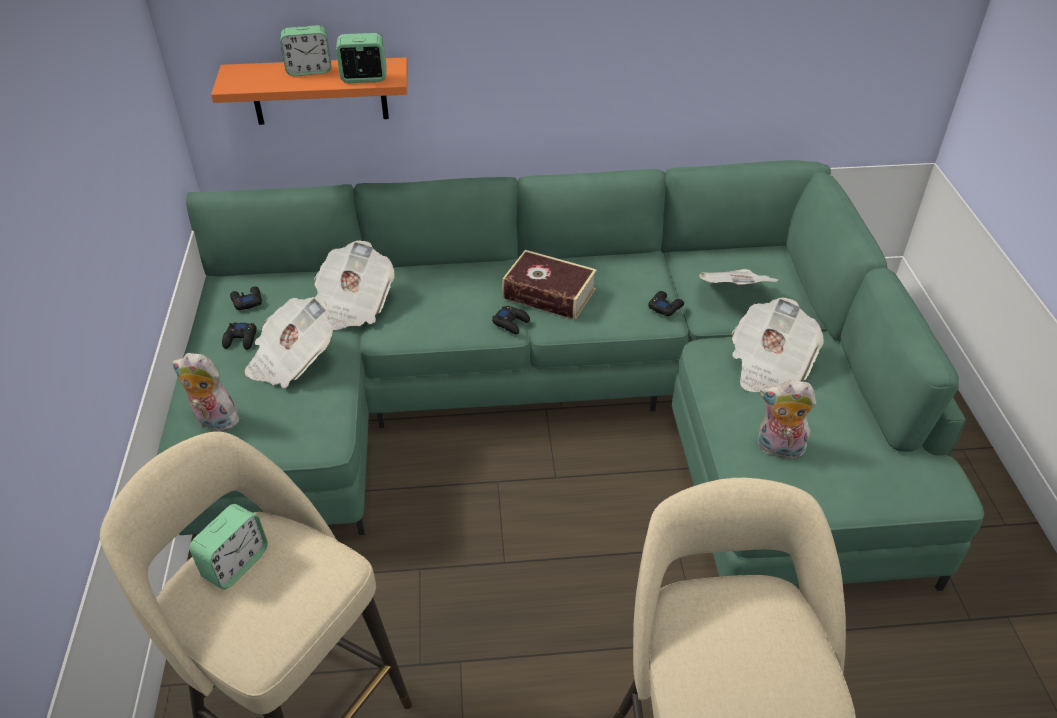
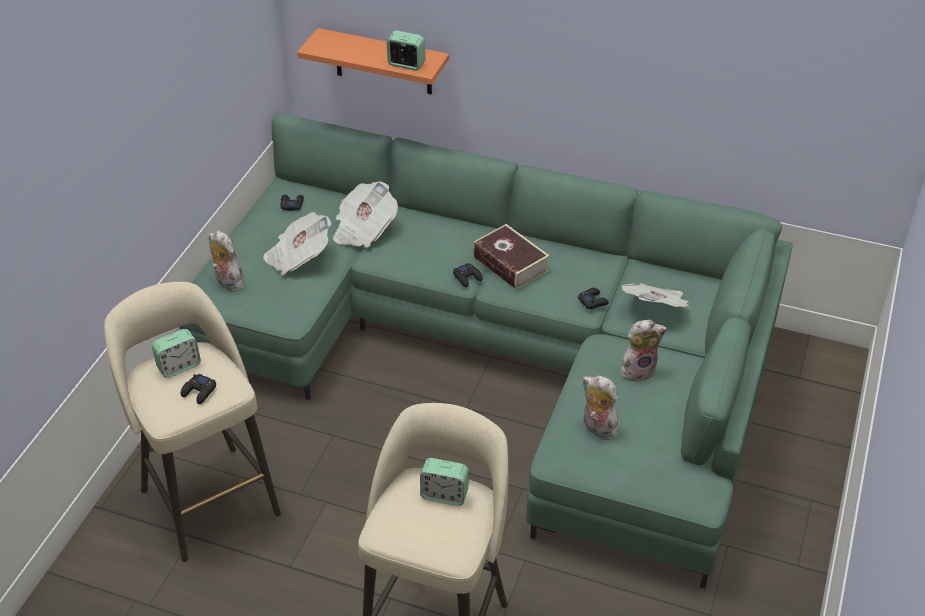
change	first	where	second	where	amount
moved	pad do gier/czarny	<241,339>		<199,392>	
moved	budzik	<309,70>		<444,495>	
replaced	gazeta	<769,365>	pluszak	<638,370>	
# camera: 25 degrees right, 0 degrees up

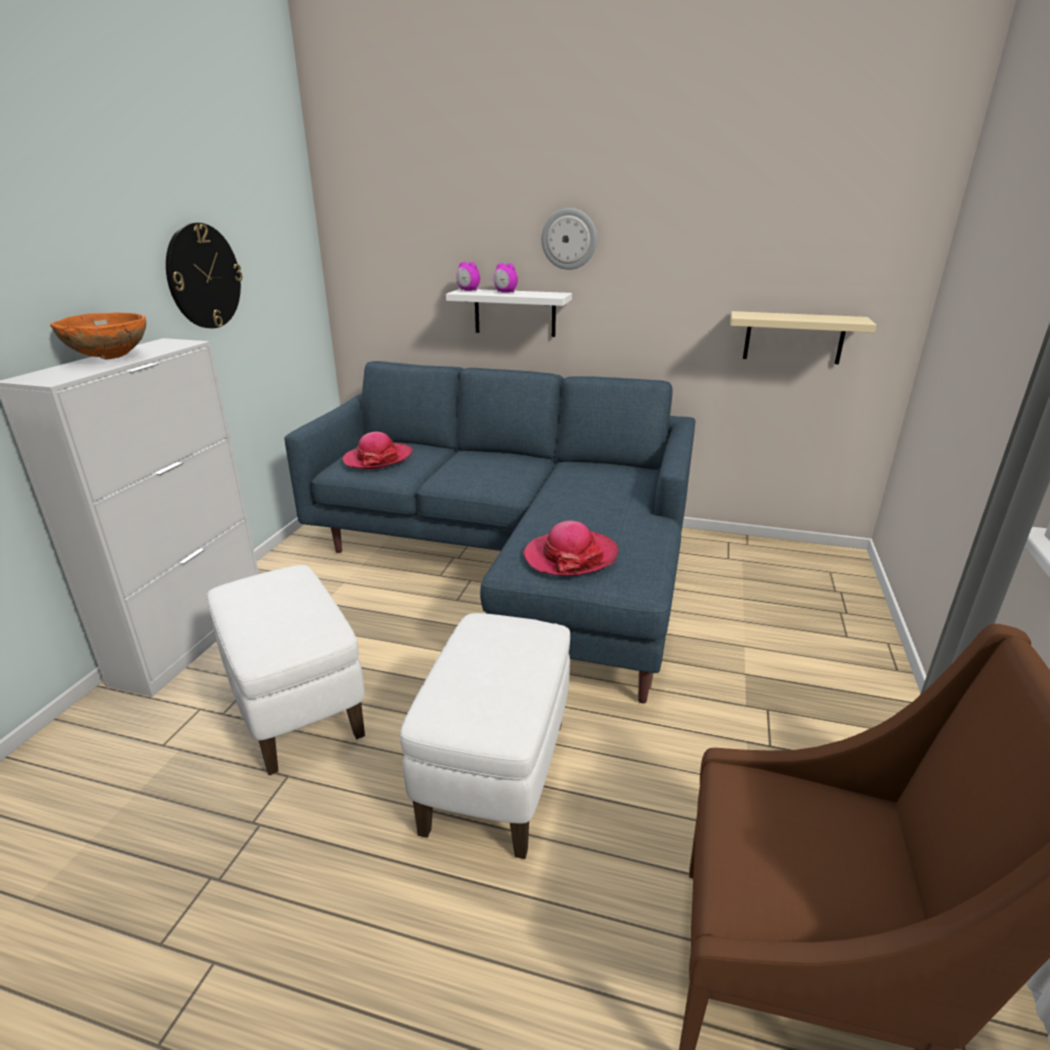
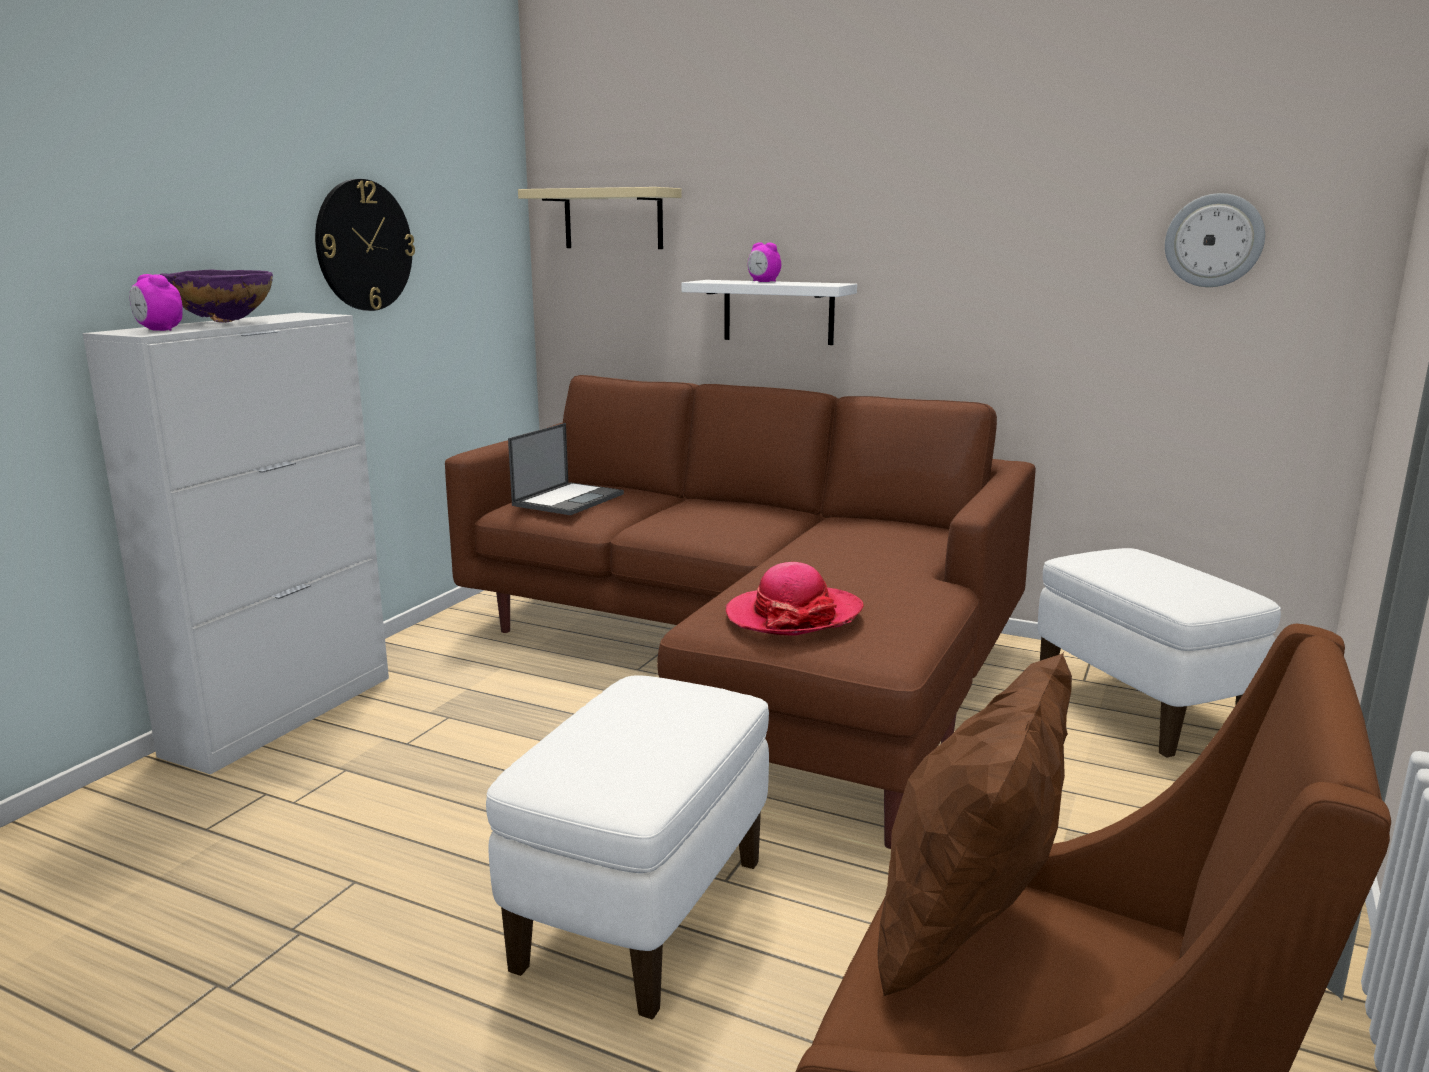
change	first	where	second	where	amount
added			poduszka/brązowy	<966,936>	
moved	pufa/biały	<296,707>		<1137,708>	
moved	budzik	<468,290>		<159,330>	
moved	zegar ścienny	<569,239>		<1214,240>	
moved	półka/beżowy	<794,337>		<613,219>	
replaced	kapelusz	<378,458>	laptop	<569,499>	
recoloured	miska/pomarańczowy	<109,359>	miska/fioletowy	<223,322>	
recoloured	kanapa/niebieski	<514,562>	kanapa/brązowy	<750,661>	
# camera: 10 degrees right, 10 degrees down

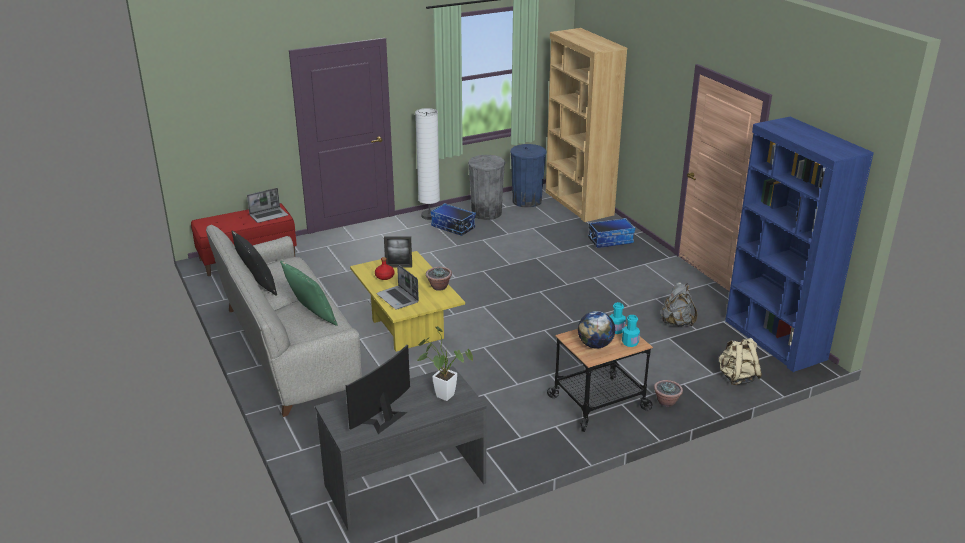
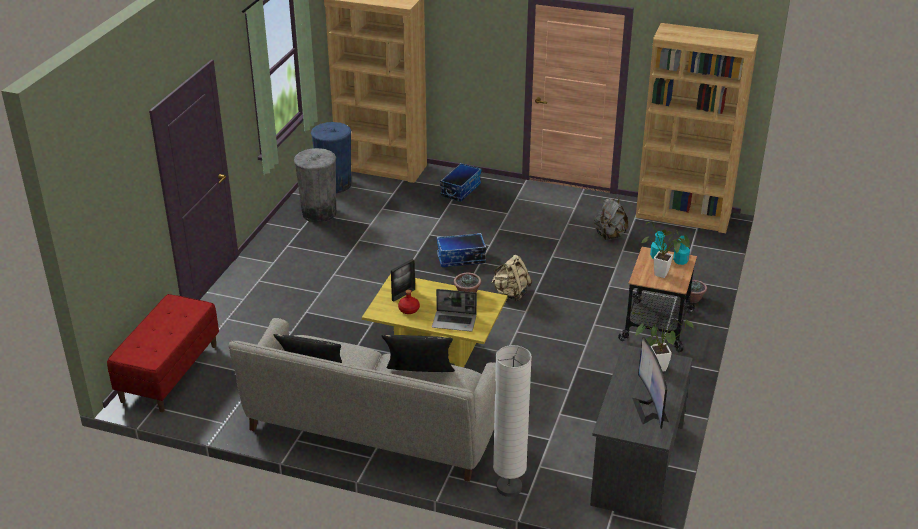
change	first	where	second	where	amount
removed	laptop	<269,215>			
moved	lampa stojąca/biały	<429,216>		<509,487>	
moved	pojemnik do przechowywania	<452,227>		<461,259>	
moved	plecak/beżowy	<737,378>		<511,294>	
replaced	globus	<595,345>	roślina doniczkowa	<664,275>	
recoloured	poduszka/zielony	<311,316>	poduszka/czarny	<419,377>	
recoloured	regał/niebieski	<774,340>	regał/brązowy	<683,215>	
# camera: 45 degrees left, 5 degrees up

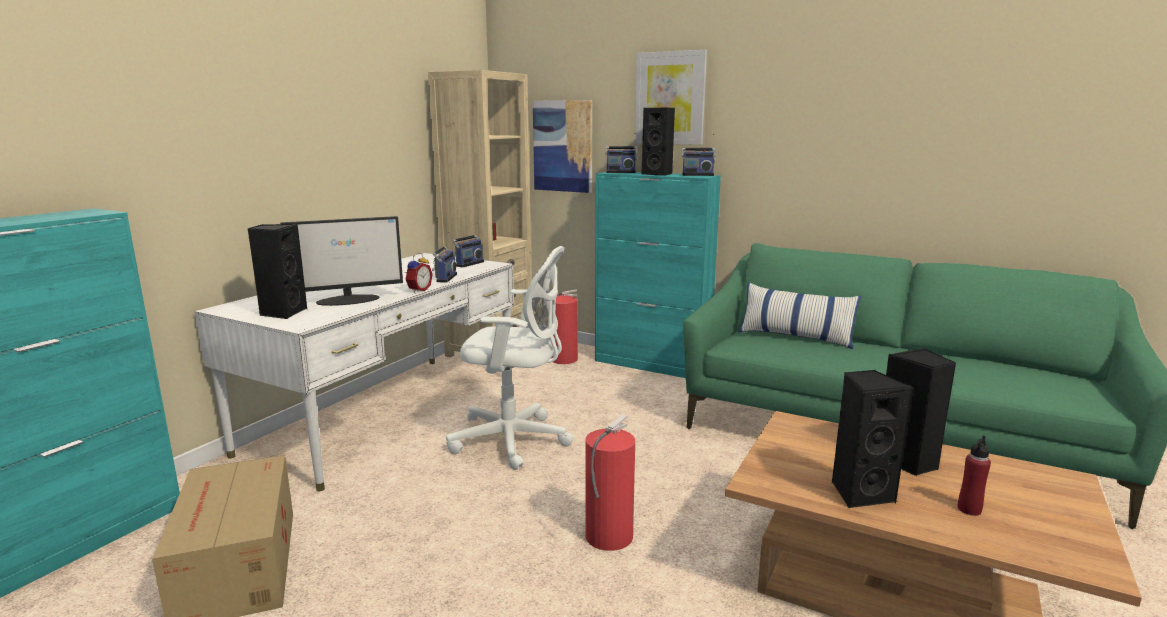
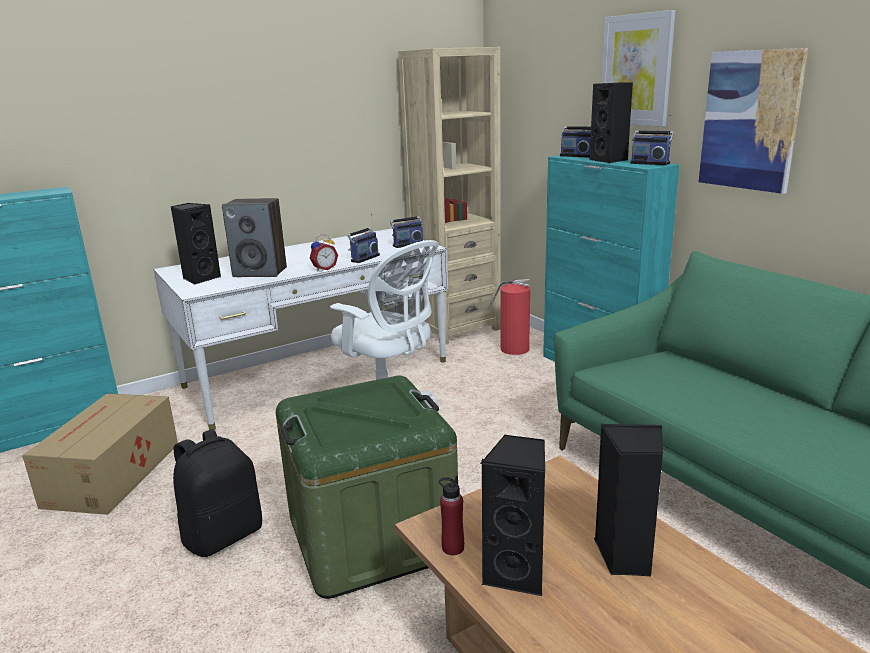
change	first	where	second	where	amount
removed	poduszka	<795,337>			
added			plecak/czarny	<223,535>	
moved	obraz	<563,146>		<750,120>	
moved	butelka/czerwony	<969,509>		<453,548>	
replaced	monitor	<349,300>	głośnik	<260,272>	
replaced	gaśnica	<607,537>	pojemnik do przechowywania/zielony	<371,536>	
# camera: 30 degrees right, 5 degrees up

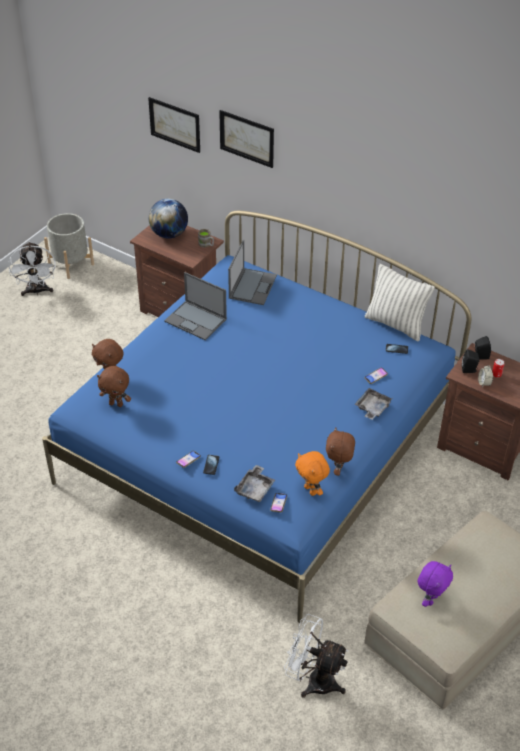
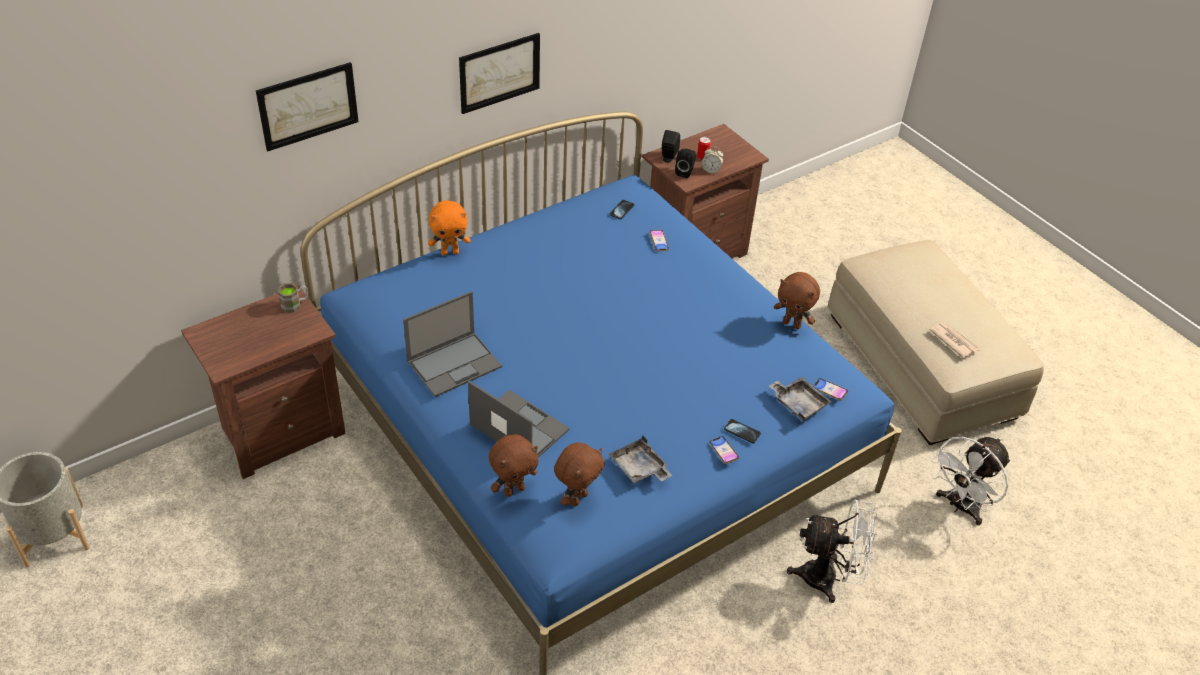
change	first	where	second	where	amount
removed	globus	<169,234>			
removed	poduszka	<395,324>			
moved	wentylator/biały	<37,291>		<828,579>	
moved	obraz	<175,124>		<499,72>	
moved	laptop	<252,286>		<518,427>	
moved	pluszak/pomarańczowy	<311,490>		<450,252>	
moved	taca/szary	<372,408>		<639,468>	
replaced	pluszak/fioletowy	<430,599>	gazeta	<954,341>	
# camera: 70 degrees left, 0 degrees up

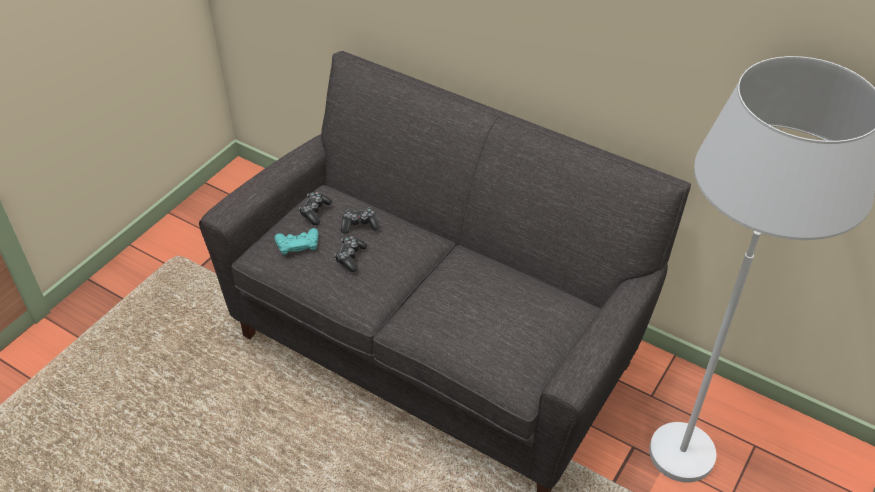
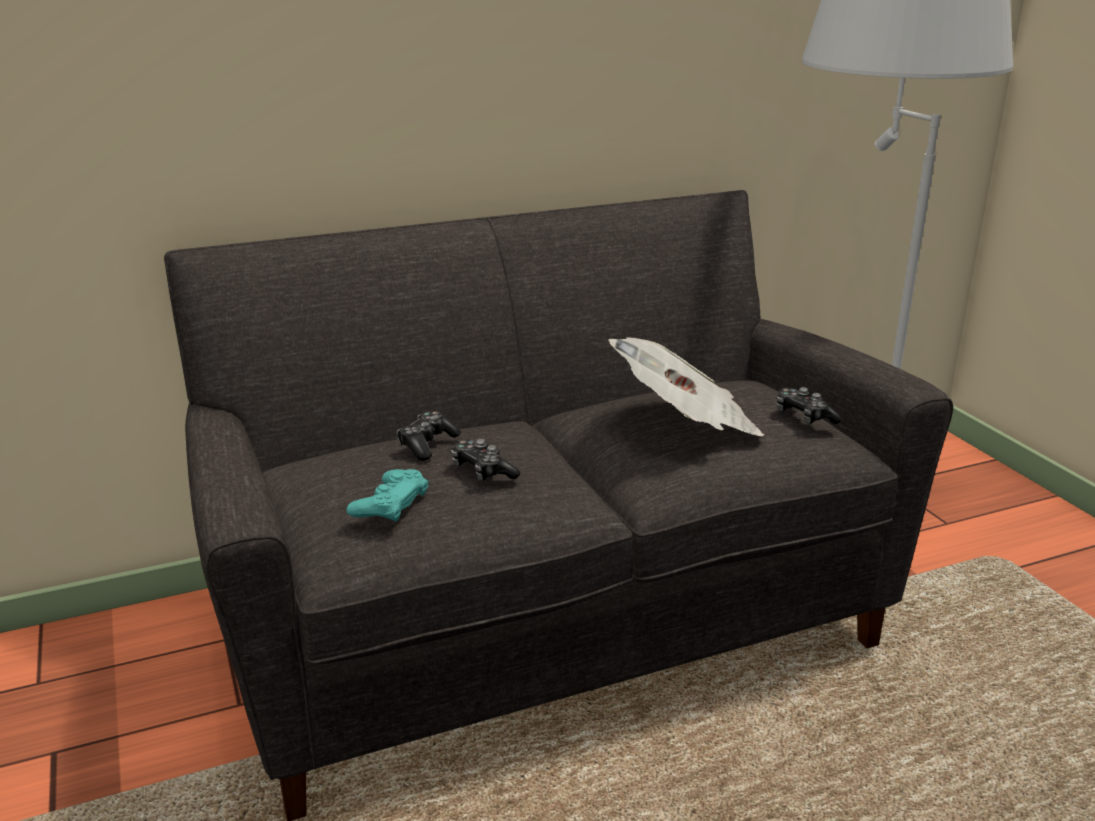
change	first	where	second	where	amount
added			gazeta	<685,424>	
moved	pad do gier	<315,211>		<804,416>	
# camera: 55 degrees left, 20 degrees down

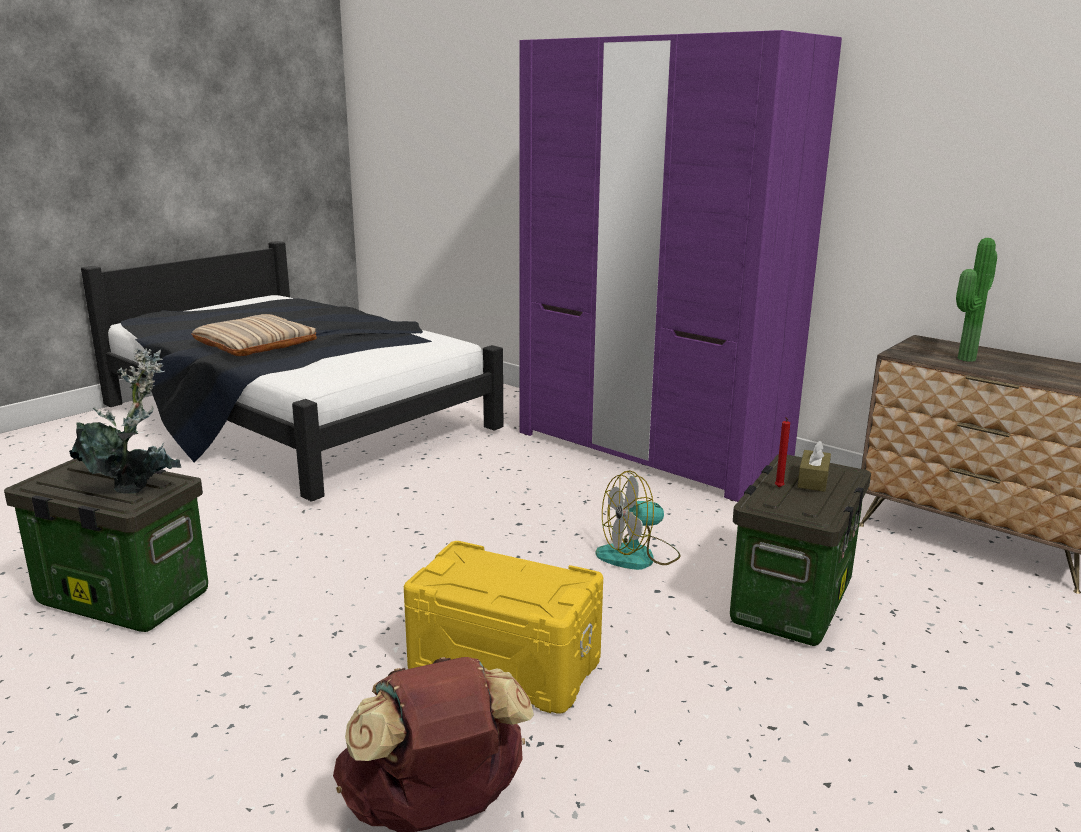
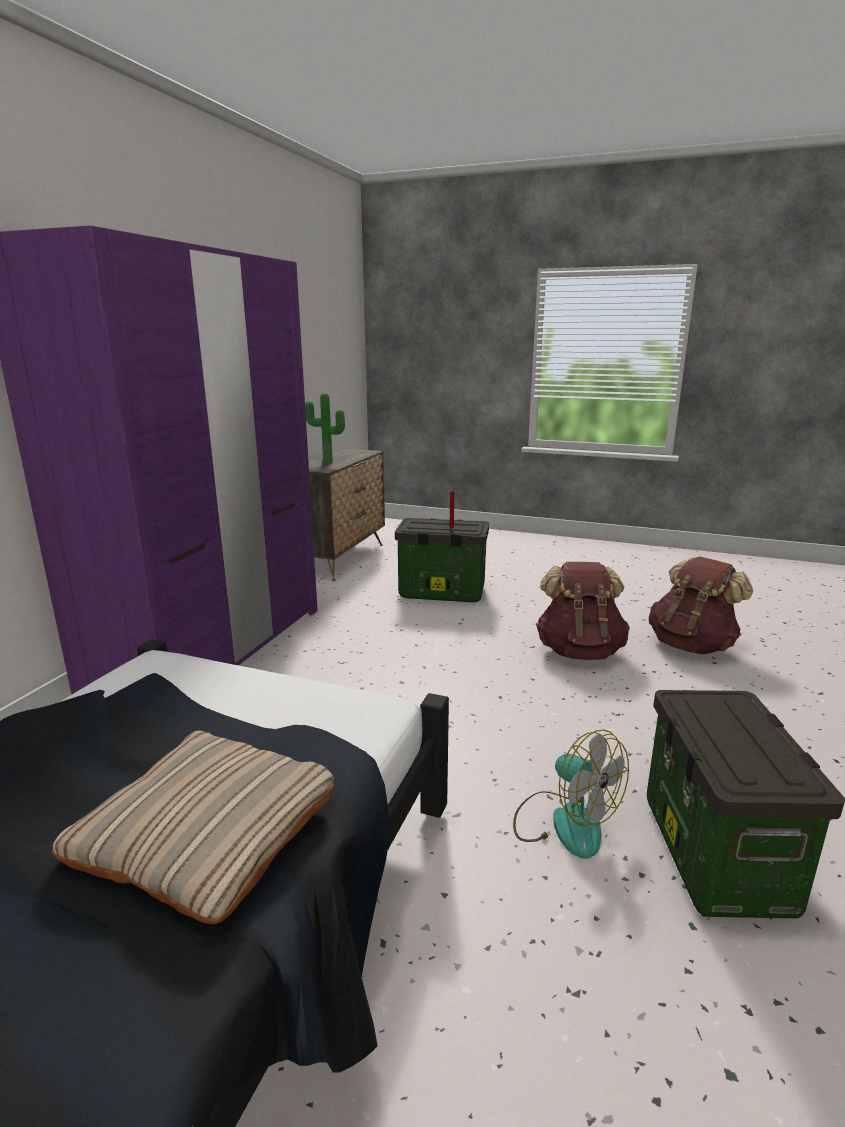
change	first	where	second	where	amount
removed	roślina doniczkowa	<135,486>			
removed	pudełko chusteczek/brązowy	<813,480>			
moved	wentylator	<638,556>		<564,822>	
replaced	pojemnik do przechowywania/żółty	<504,665>	plecak/brązowy	<579,651>	
# camera: 110 degrees left, 0 degrees up

